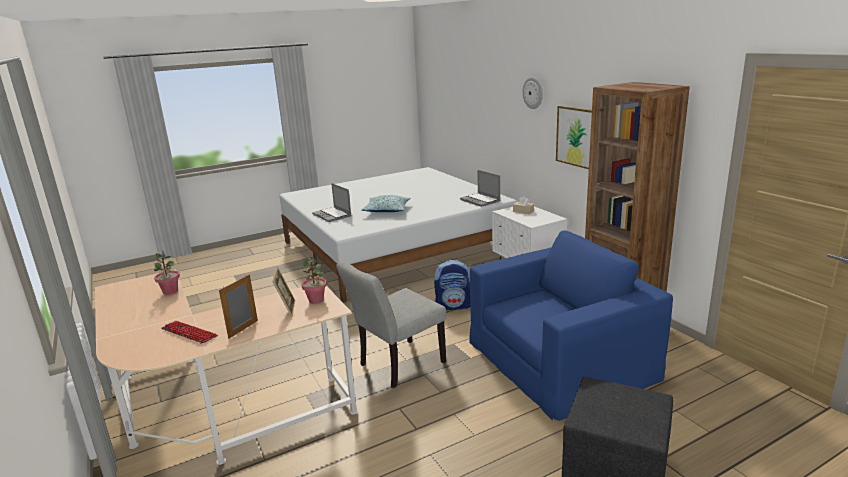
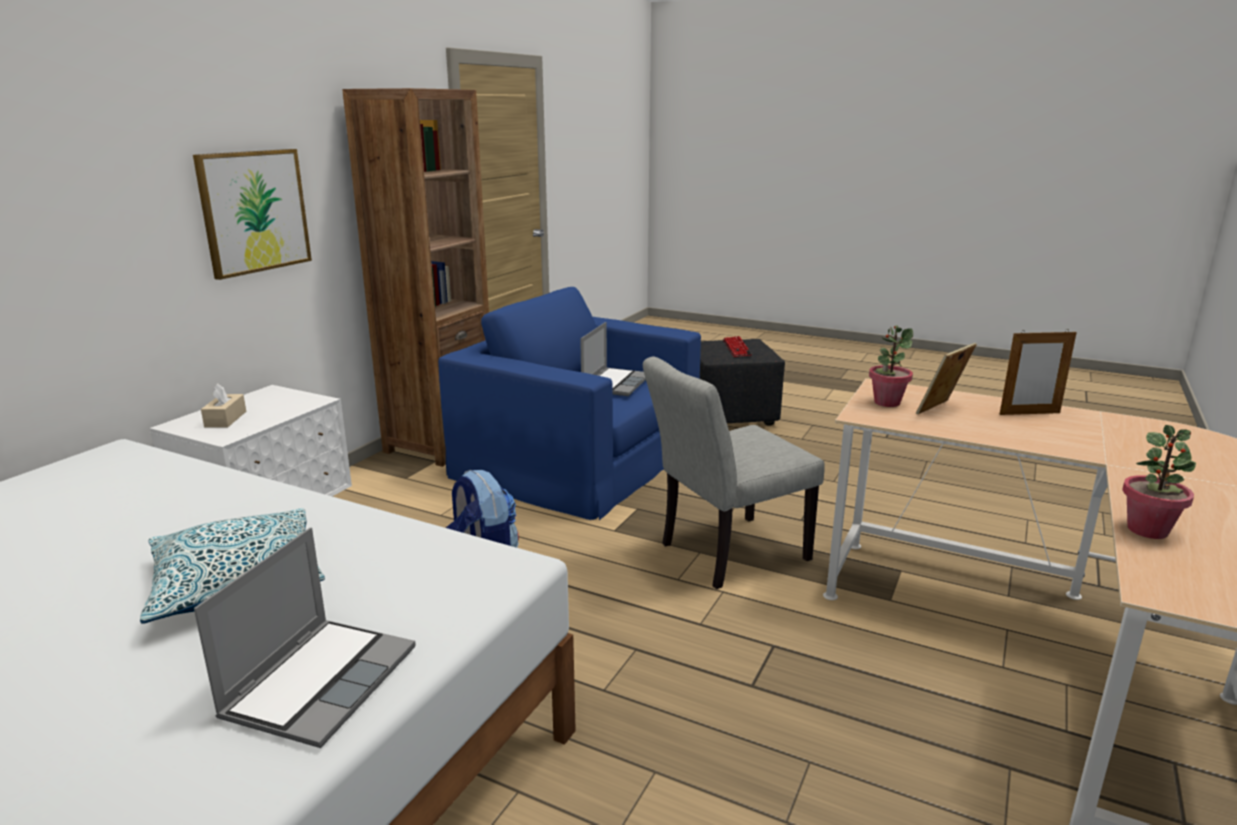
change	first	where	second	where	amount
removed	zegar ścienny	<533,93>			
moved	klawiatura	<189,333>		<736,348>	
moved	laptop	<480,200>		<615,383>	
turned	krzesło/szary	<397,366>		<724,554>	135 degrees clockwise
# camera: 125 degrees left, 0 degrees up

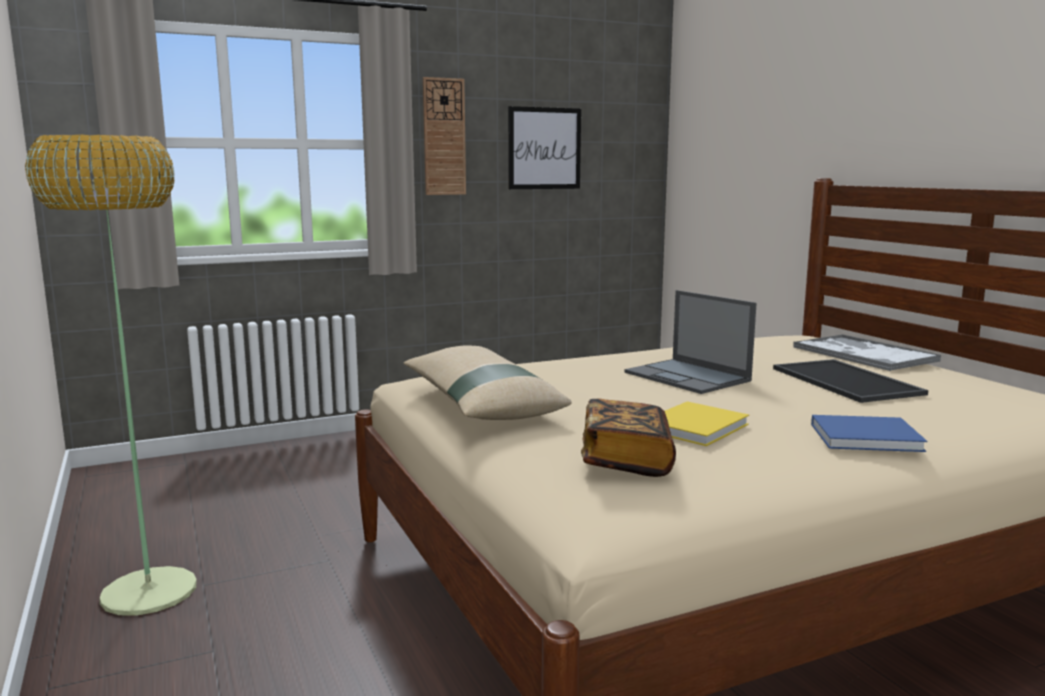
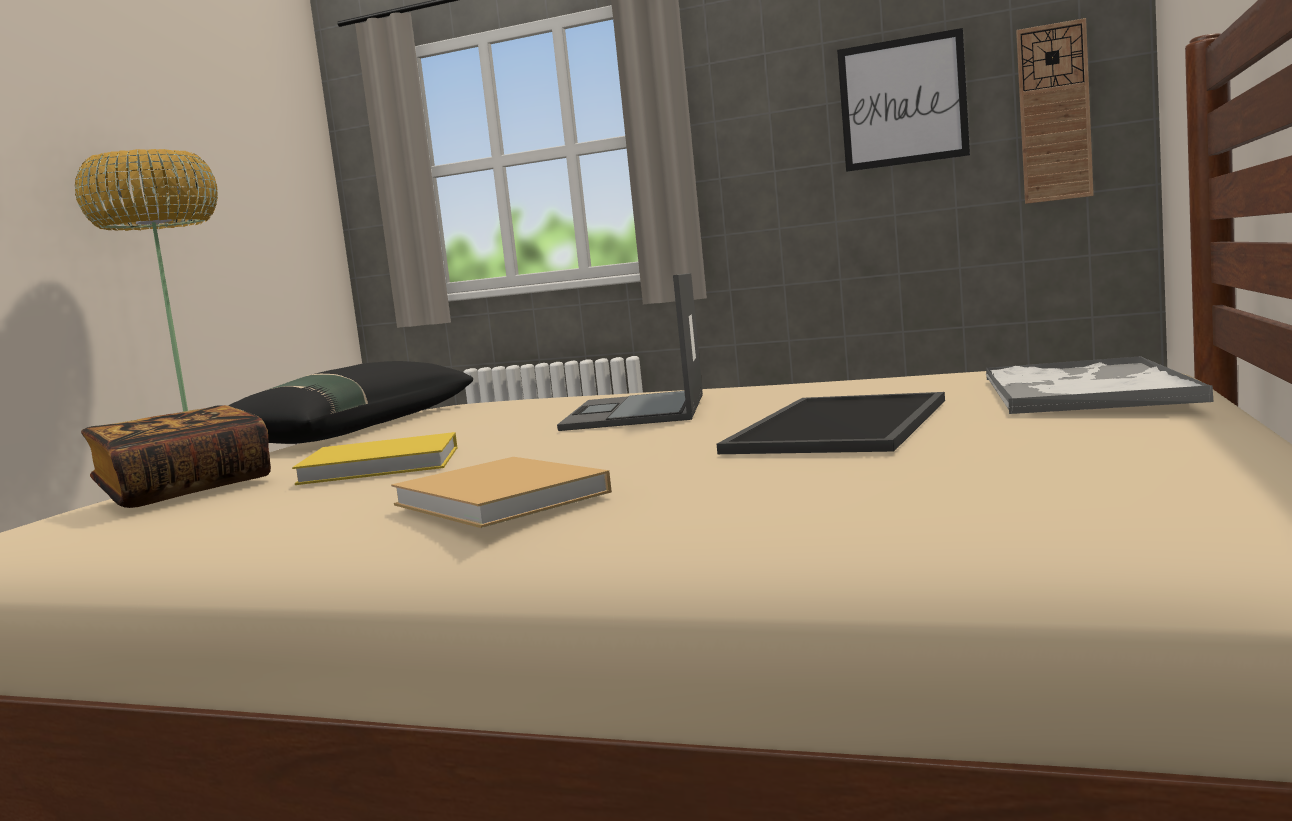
change	first	where	second	where	amount
moved	zegar ścienny	<444,137>		<1054,113>	
recoloured	poduszka/beżowy	<479,402>	poduszka/czarny	<349,430>	
recoloured	książka/niebieski	<869,437>	książka/beżowy	<503,499>	
# camera: 45 degrees right, 5 degrees down

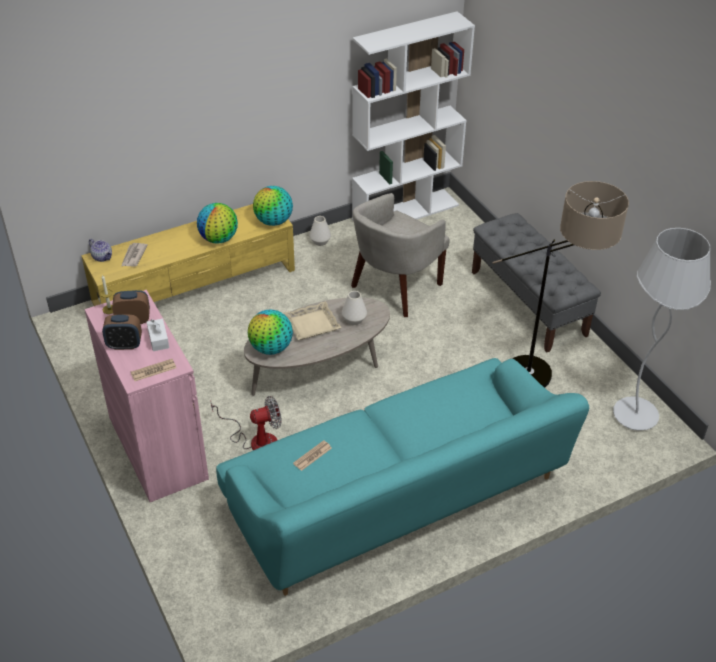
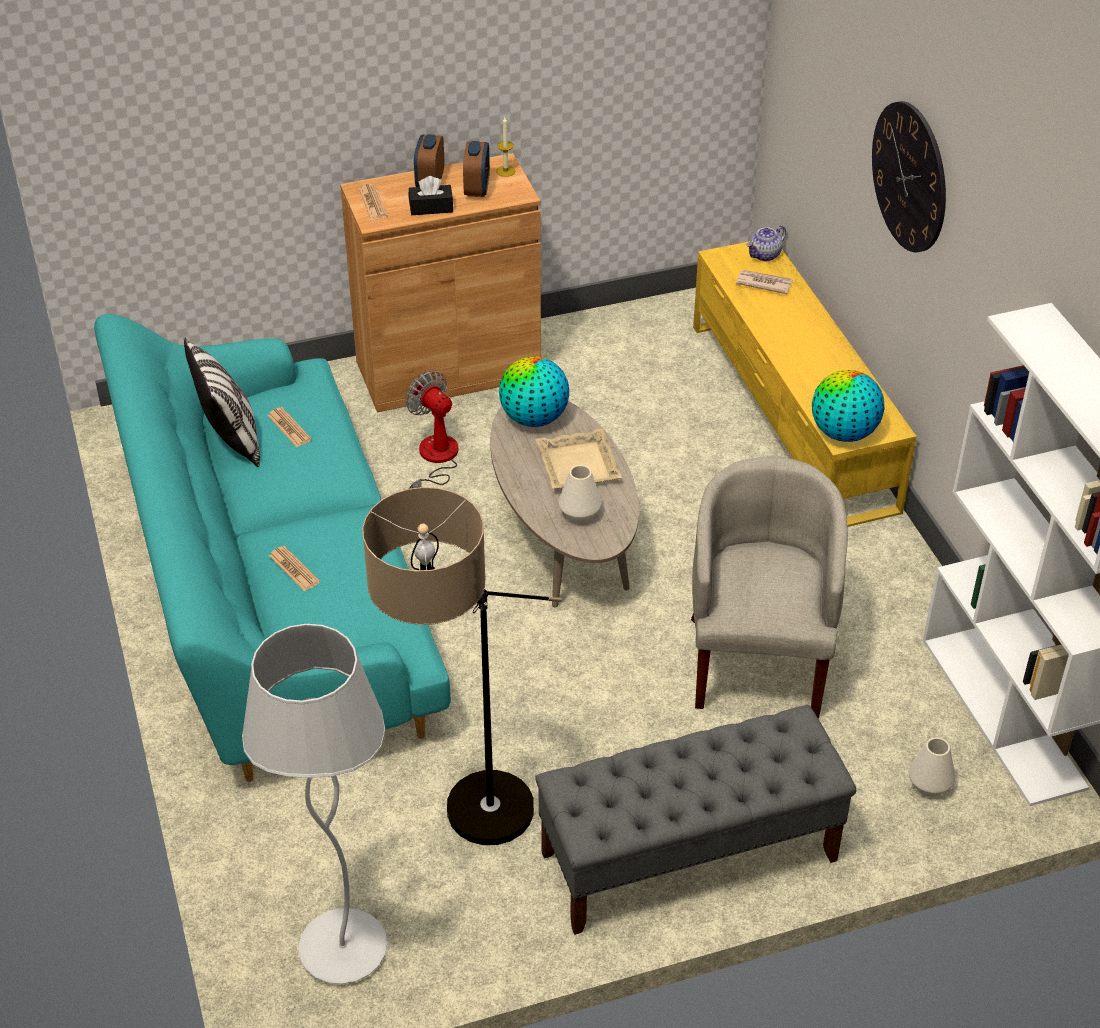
change	first	where	second	where	amount
removed	globus	<219,239>			
added			poduszka	<230,439>	
added			gazeta	<294,569>	
added			zegar ścienny	<909,177>	
moved	wazon/biały	<320,241>		<929,785>	
recoloured	szafka/różowy	<158,448>	szafka/brązowy	<448,369>	
recoloured	pudełko chusteczek/biały	<158,339>	pudełko chusteczek/czarny	<431,207>	
turned	wentylator	<256,440>		<434,460>	150 degrees clockwise
turned	fotel/beżowy	<395,288>		<758,660>	45 degrees clockwise
# camera: 100 degrees right, 0 degrees up

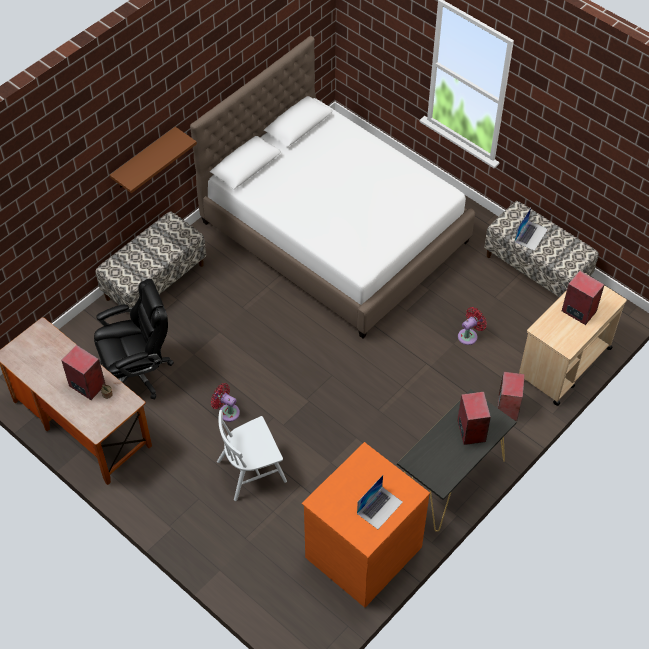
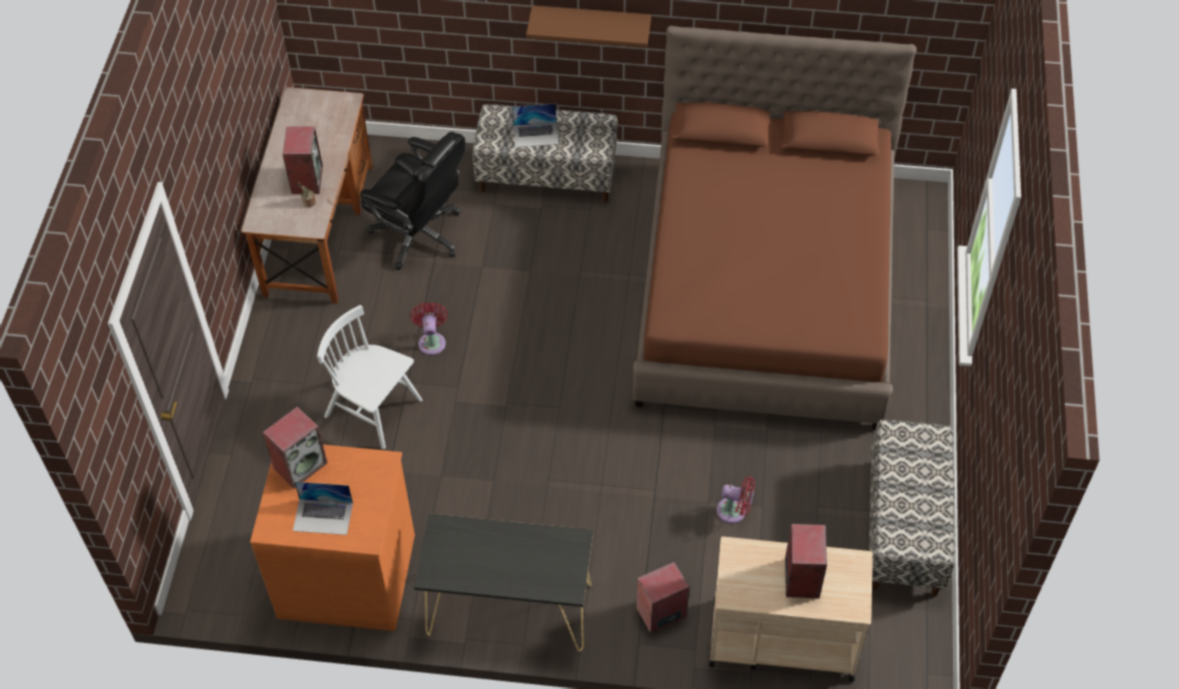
change	first	where	second	where	amount
moved	głośnik	<470,430>		<300,465>	
moved	laptop	<531,235>		<536,134>	
recoloured	łóżko/biały	<335,231>	łóżko/brązowy	<766,289>	
# camera: 55 degrees right, 0 degrees up

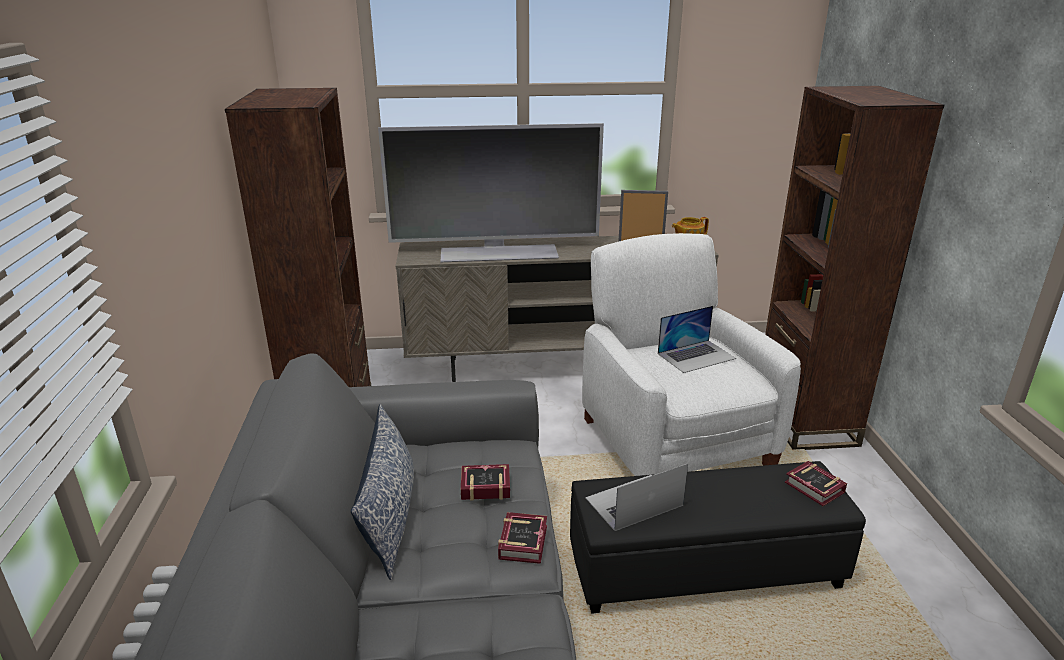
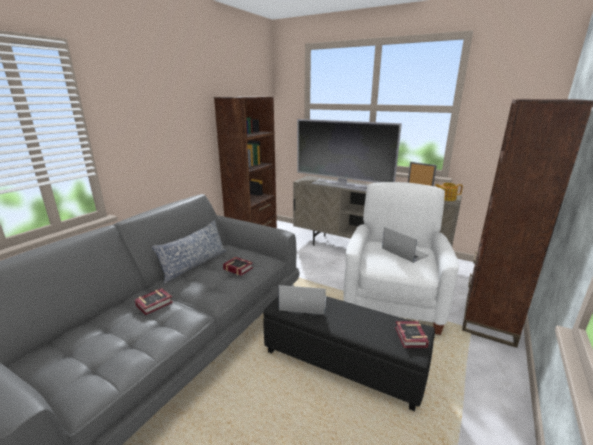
change	first	where	second	where	amount
moved	książka	<525,541>		<156,304>	
turned	laptop	<696,356>		<404,251>	135 degrees counterclockwise
# camera: 35 degrees right, 5 degrees down

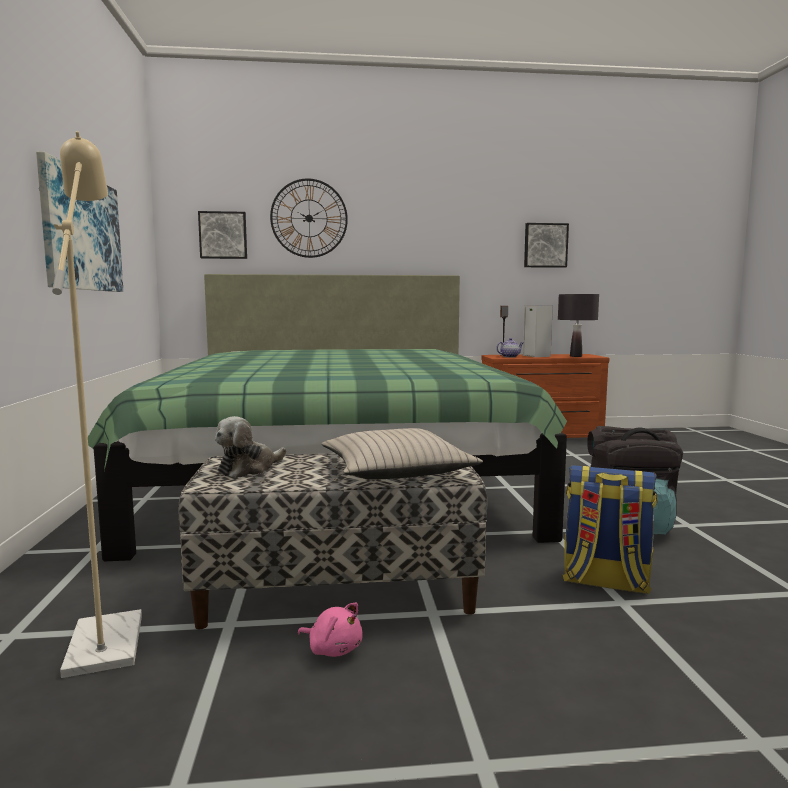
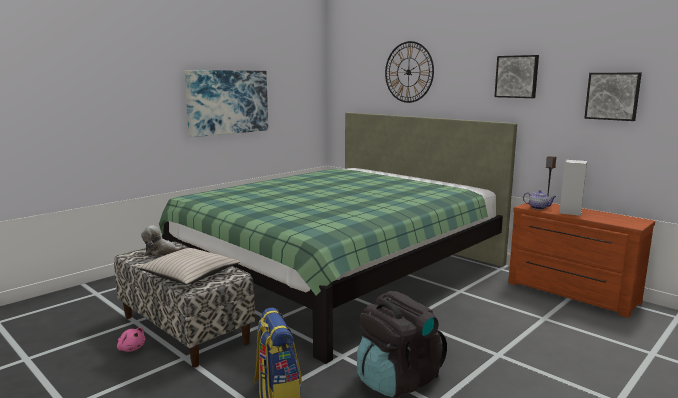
change	first	where	second	where	amount
removed	lampa stojąca/beżowy	<107,634>			
removed	lampa stołowa/czarny	<575,356>			
moved	obraz	<223,235>		<517,76>	
turned	pluszak/różowy	<333,649>		<131,348>	45 degrees counterclockwise
# camera: 50 degrees right, 5 degrees up

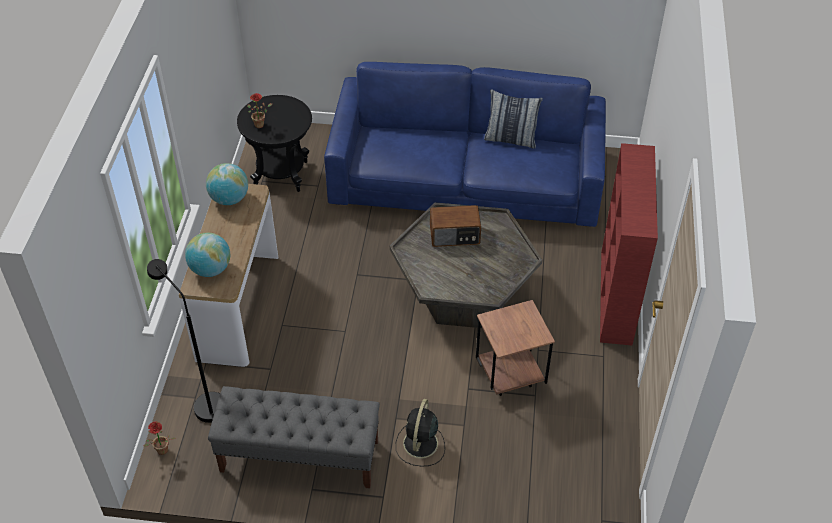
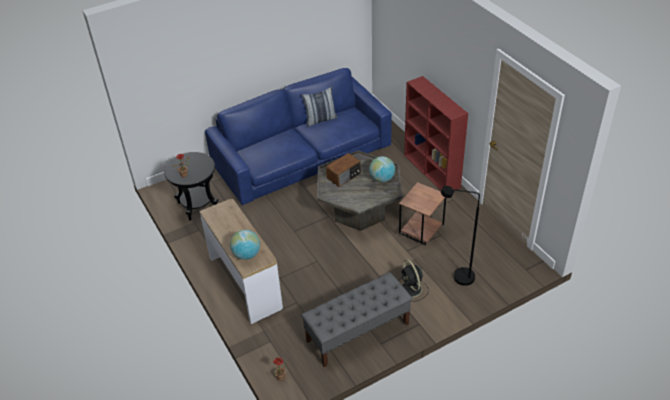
change	first	where	second	where	amount
moved	lampa stojąca/czarny	<204,403>		<457,277>	
moved	globus	<229,199>		<382,179>	
# camera: 35 degrees left, 5 degrees down

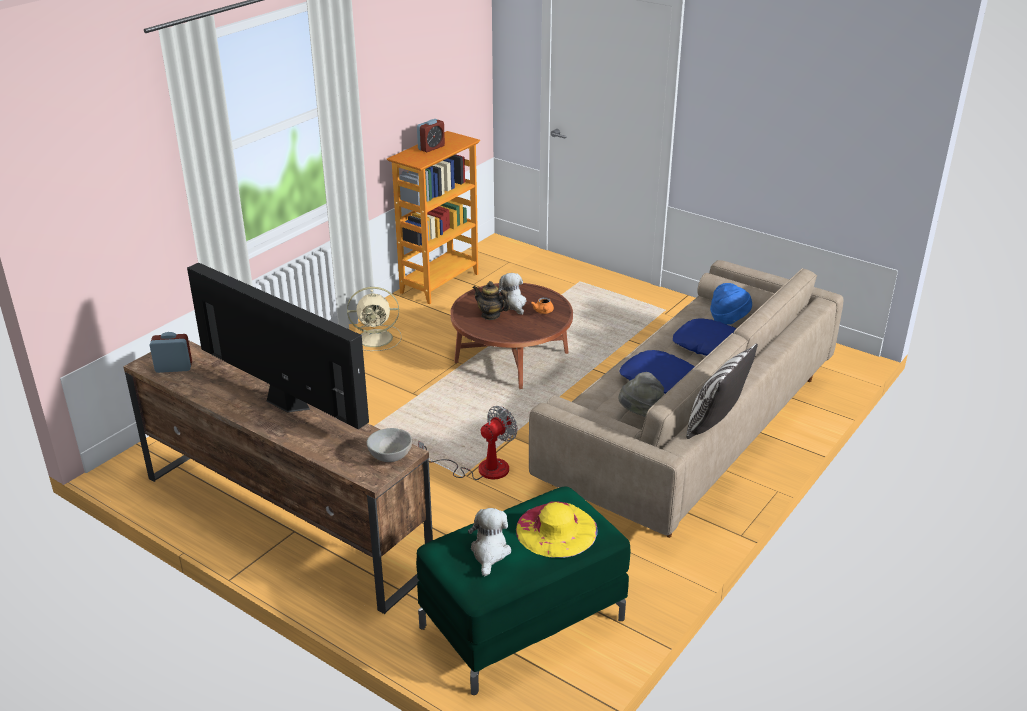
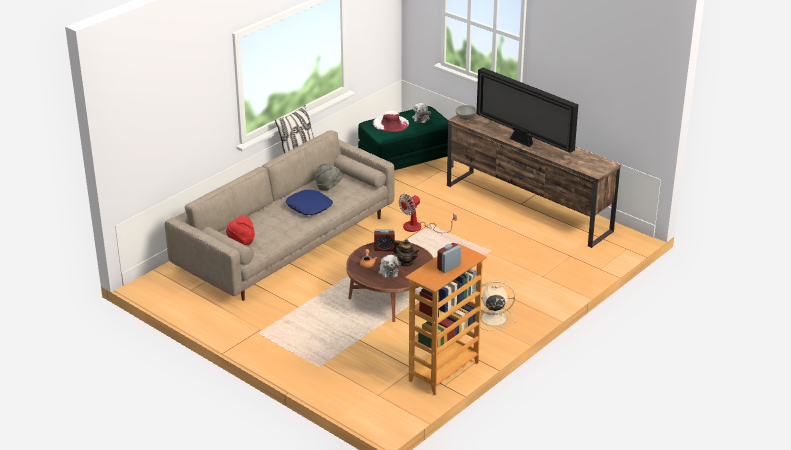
change	first	where	second	where	amount
removed	poduszka/niebieski	<708,345>			
moved	budzik	<174,368>		<384,248>	
recoloured	kapelusz/żółty	<556,529>	kapelusz/biały	<390,123>	
recoloured	kapelusz/niebieski	<729,319>	kapelusz/czerwony	<241,242>	
# camera: 175 degrees left, 0 degrees up

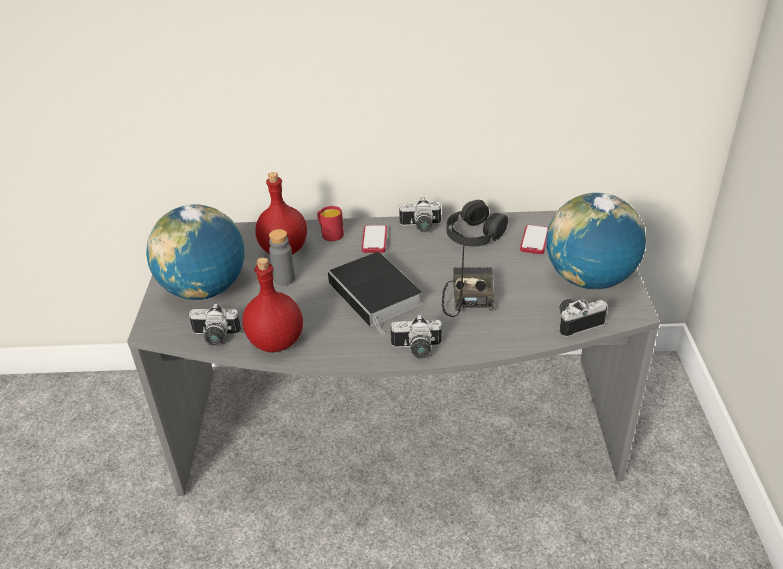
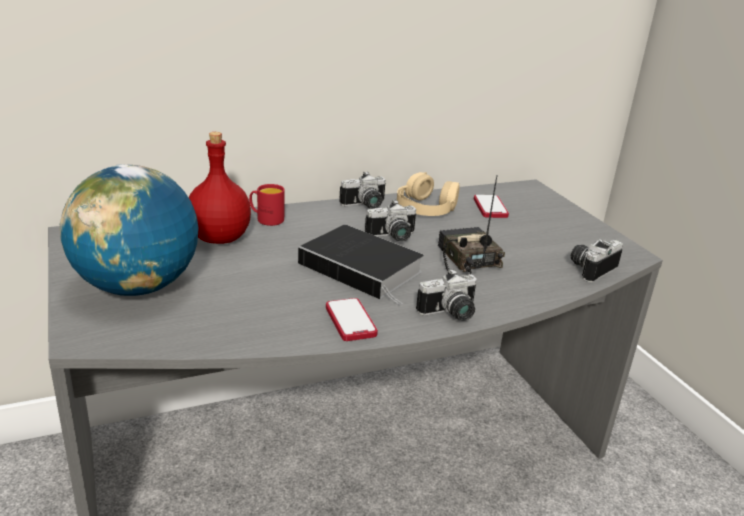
change	first	where	second	where	amount
removed	butelka/czerwony	<276,341>			
removed	butelka/szary	<284,279>			
removed	globus	<589,280>			
moved	aparat fotograficzny	<215,337>		<393,237>	
moved	telefon	<374,240>		<350,321>	
recoloured	słuchawki/czarny	<474,233>	słuchawki/beżowy	<426,207>	
# camera: 25 degrees left, 10 degrees down

